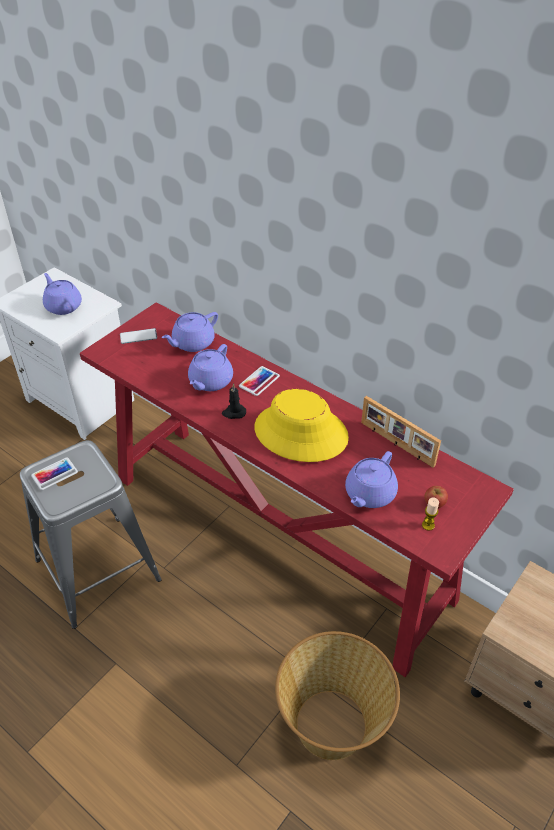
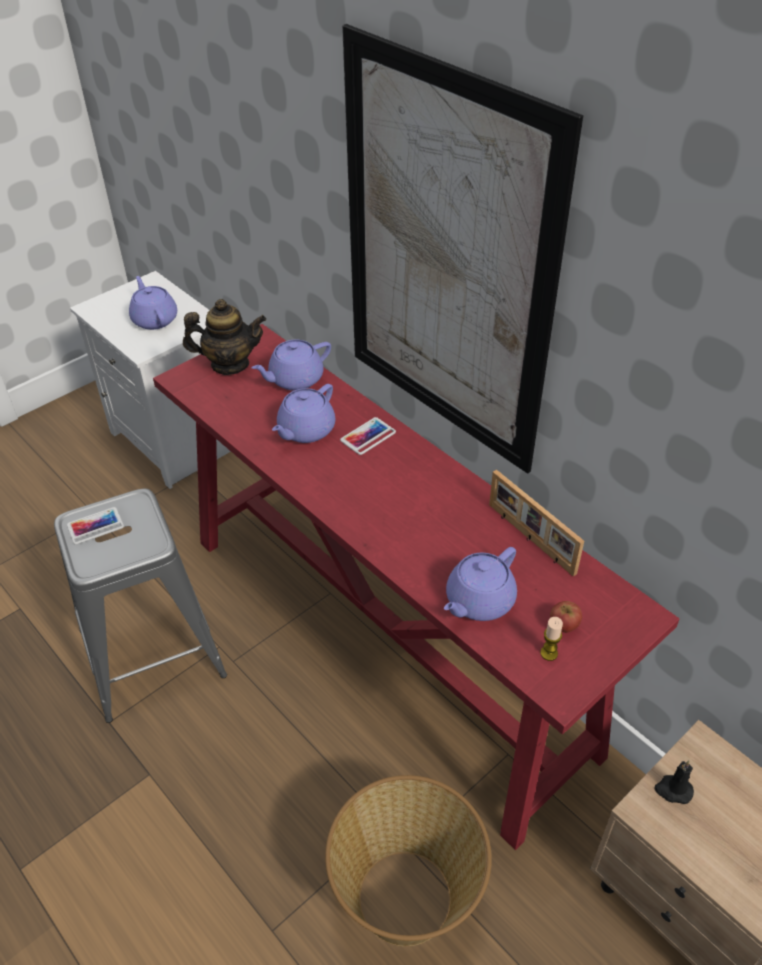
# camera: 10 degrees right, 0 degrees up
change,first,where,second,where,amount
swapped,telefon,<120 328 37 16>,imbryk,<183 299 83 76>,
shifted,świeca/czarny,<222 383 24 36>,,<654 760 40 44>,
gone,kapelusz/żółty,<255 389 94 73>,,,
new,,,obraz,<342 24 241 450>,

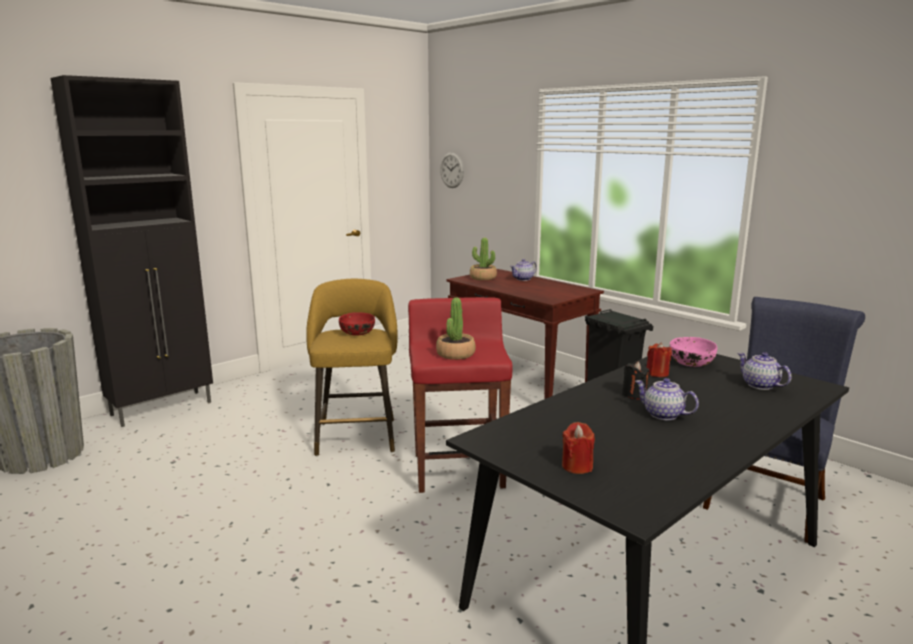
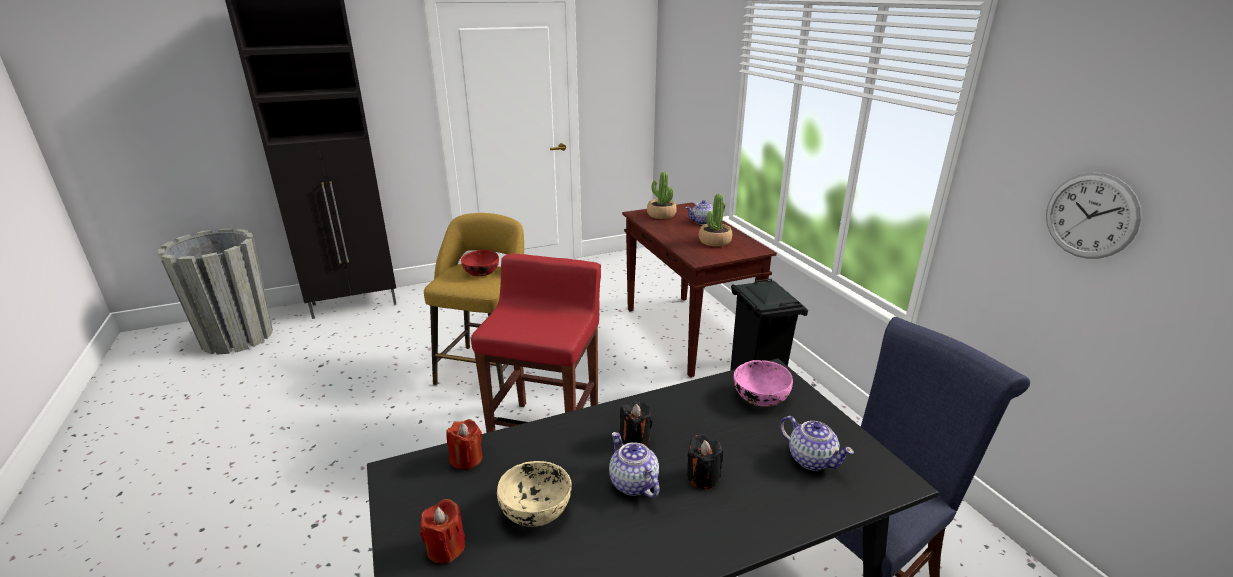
# camera: 20 degrees right, 10 degrees up
change,first,where,second,where,amount
shifted,roślina doniczkowa,<436 297 40 63>,,<699 194 33 53>,
shifted,zegar ścienny,<440 152 24 36>,,<1046 173 96 86>,
shifted,świeca/czerwony,<647 343 25 34>,,<446 419 36 51>,
rotated,imbryk,<738 352 54 38>,,<780 416 74 55>,150 degrees clockwise
new,,,miska/beżowy,<497 461 74 66>,
new,,,świeca/czarny,<687 433 36 56>,

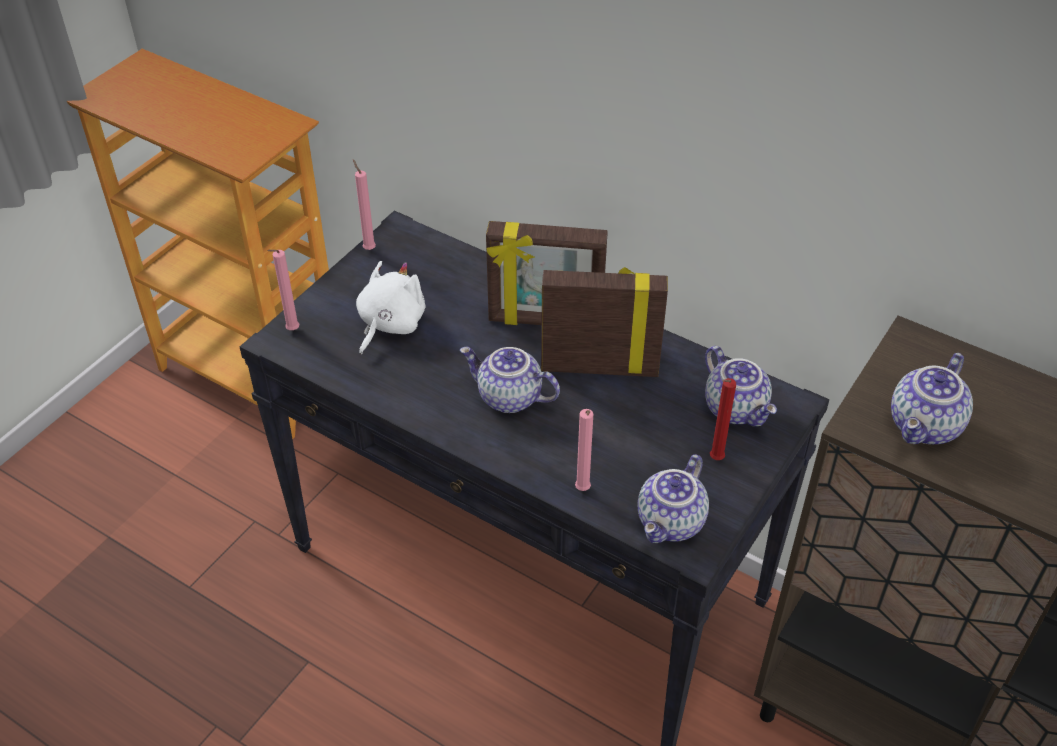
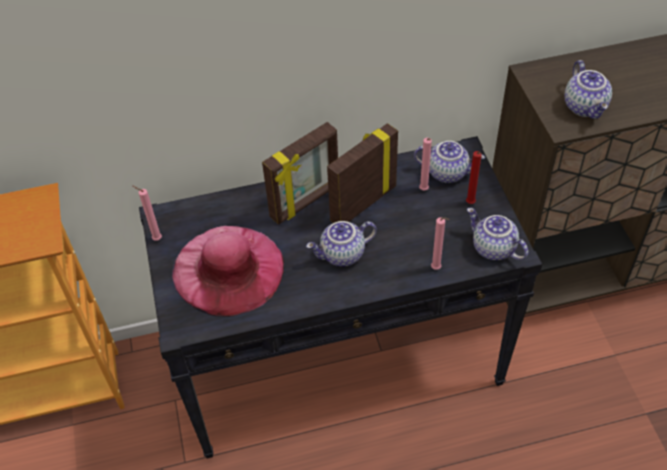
# camera: 45 degrees left, 5 degrees up
change,first,where,second,where,amount
shifted,świeca/różowy,<267 250 32 80>,,<419 138 13 52>,
swapped,pluszak/biały,<356 261 70 94>,kapelusz/różowy,<172 226 112 91>,
rotated,imbryk,<638 454 71 89>,,<467 208 61 53>,150 degrees clockwise

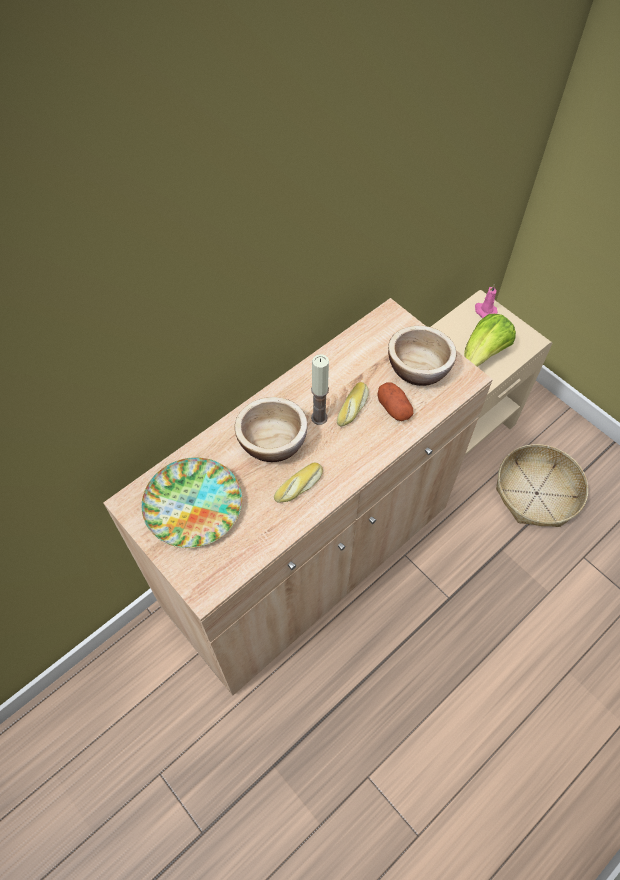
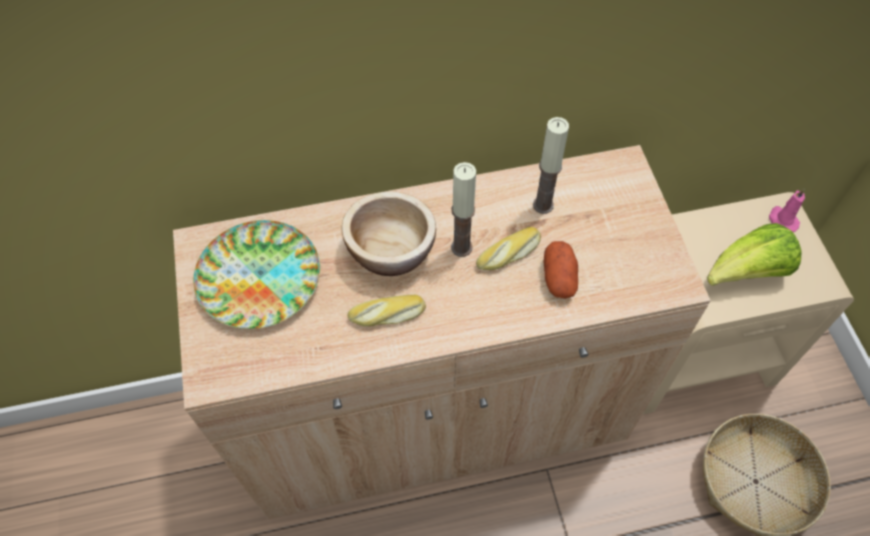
# camera: 30 degrees right, 0 degrees up
change,first,where,second,where,amount
gone,miska,<388 326 69 60>,,,
new,,,świeca,<533 117 36 97>,

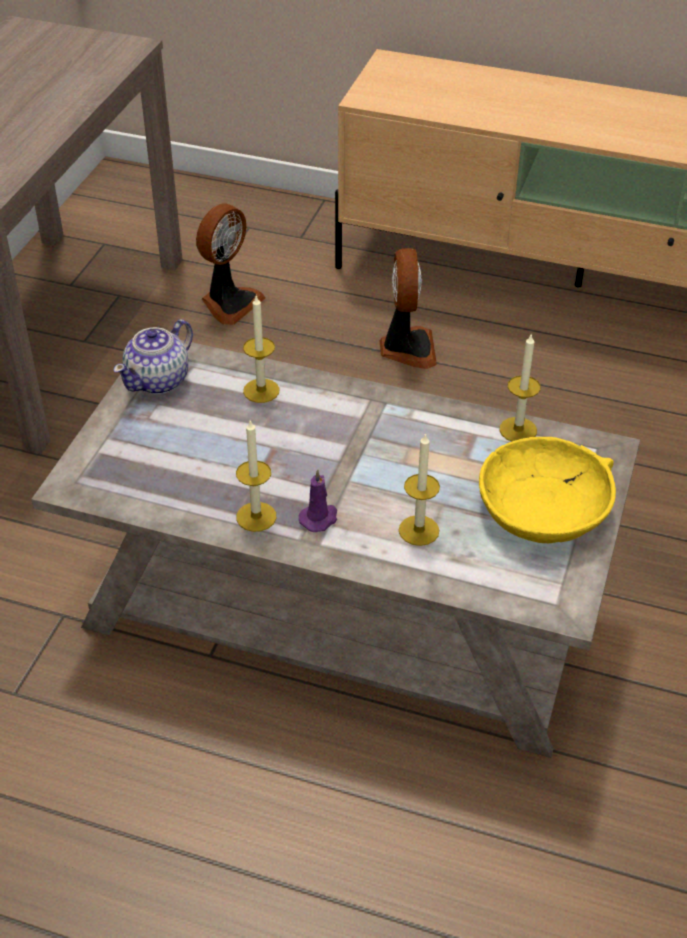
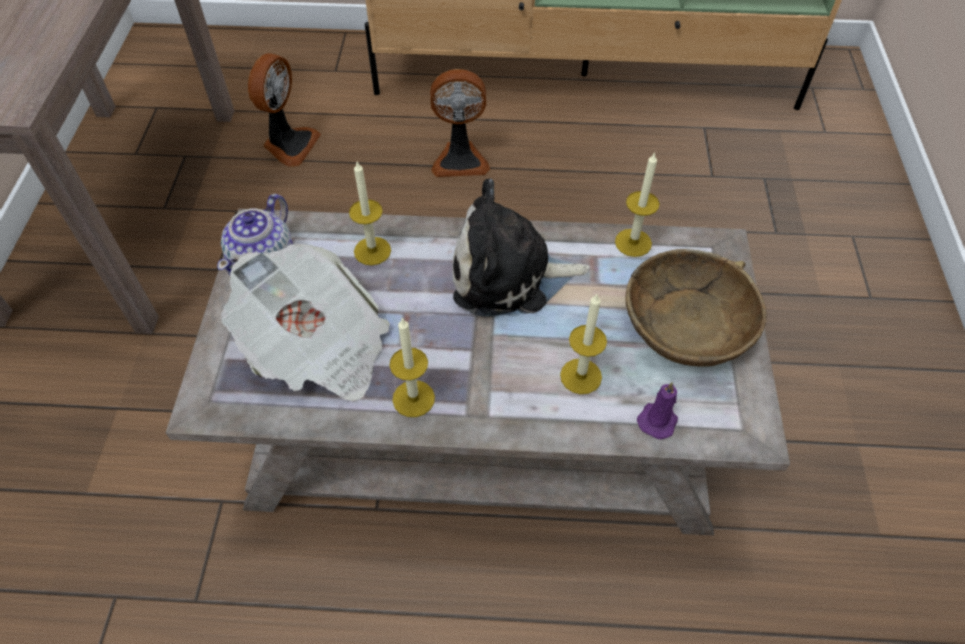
# camera: 15 degrees left, 10 degrees up
change,first,where,second,where,amount
shifted,świeca/fioletowy,<299 469 38 63>,,<637 382 41 57>,
rotated,wentylator,<380 248 57 121>,,<430 69 60 108>,105 degrees clockwise
repainted,miska/żółty,<479 437 137 106>,miska/brązowy,<625 249 142 118>,
new,,,gazeta,<221 244 169 157>,
new,,,pluszak,<452 179 138 138>,

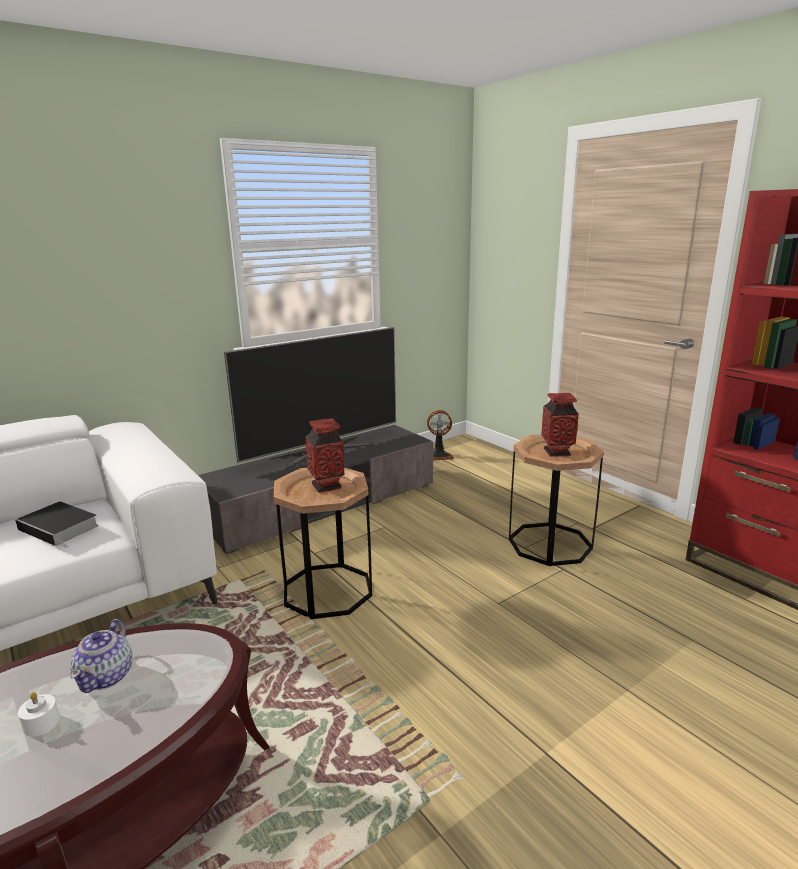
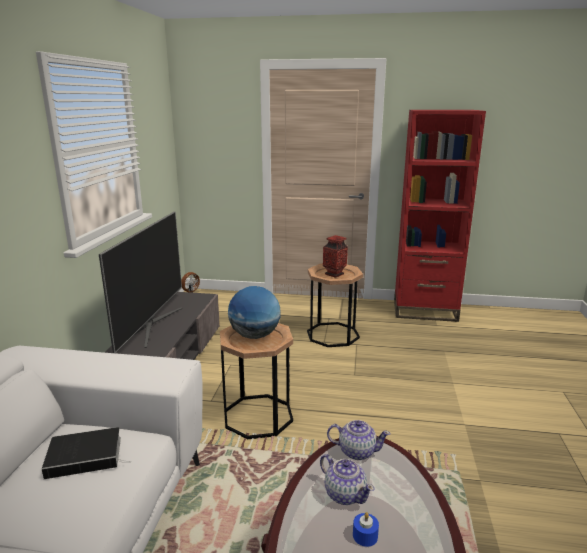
# camera: 45 degrees left, 0 degrees up
change,first,where,second,where,amount
repainted,świeca/biały,<18 692 42 45>,świeca/niebieski,<353 512 26 35>,
swapped,wazon,<305 418 39 75>,globus,<228 286 52 53>,
new,,,imbryk,<327 420 64 40>,

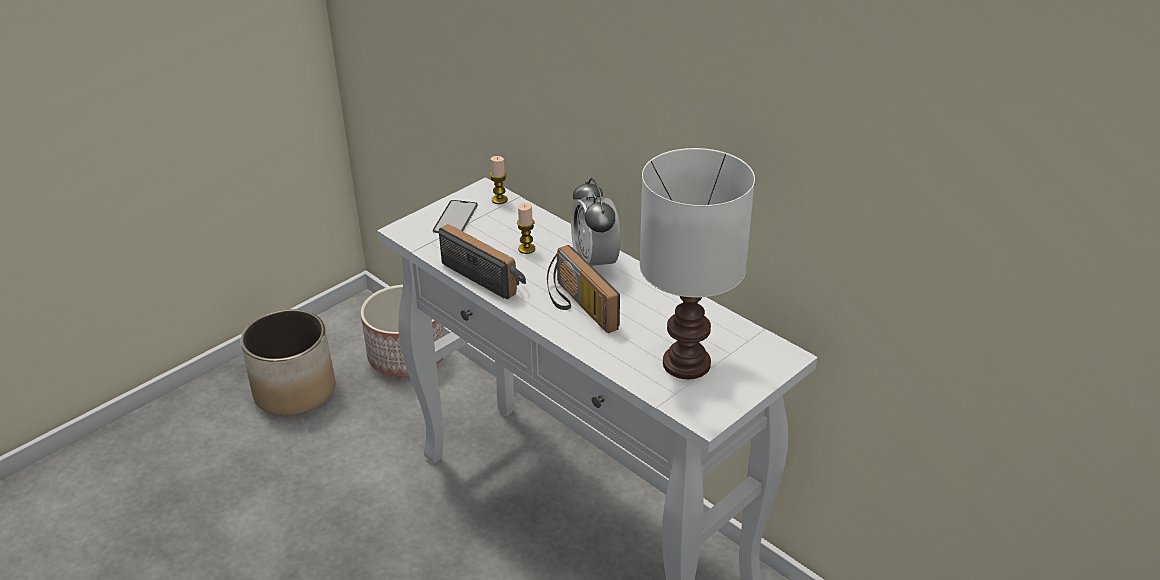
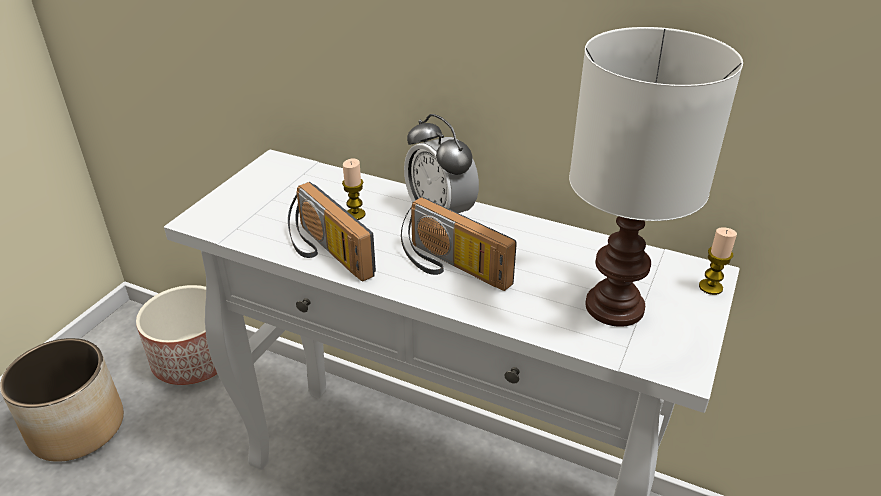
# camera: 20 degrees left, 0 degrees up
change,first,where,second,where,amount
gone,telefon,<433 200 45 33>,,,
rotated,radio,<439 224 87 75>,,<288 182 88 99>,150 degrees counterclockwise
shifted,świeca,<490 156 18 48>,,<699 227 38 68>,

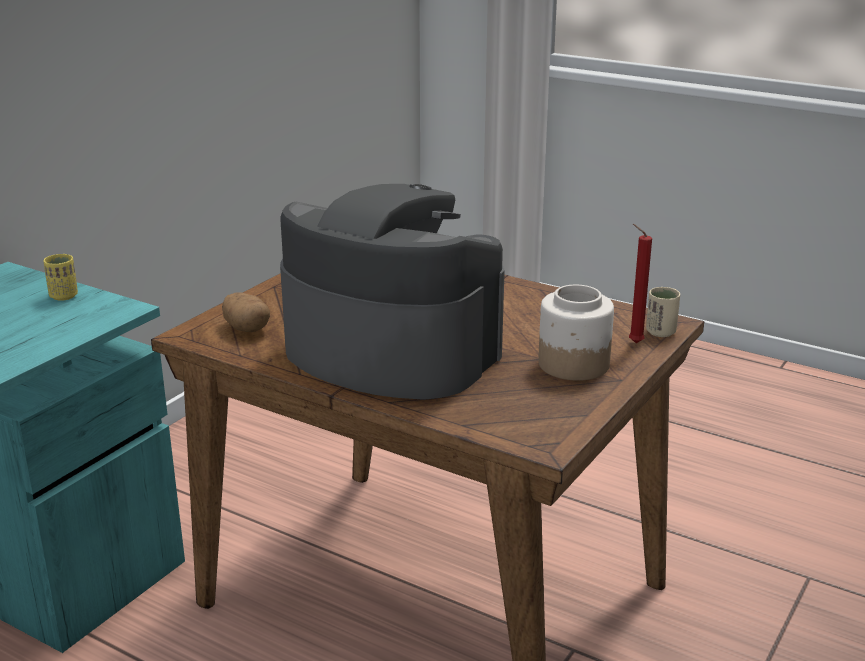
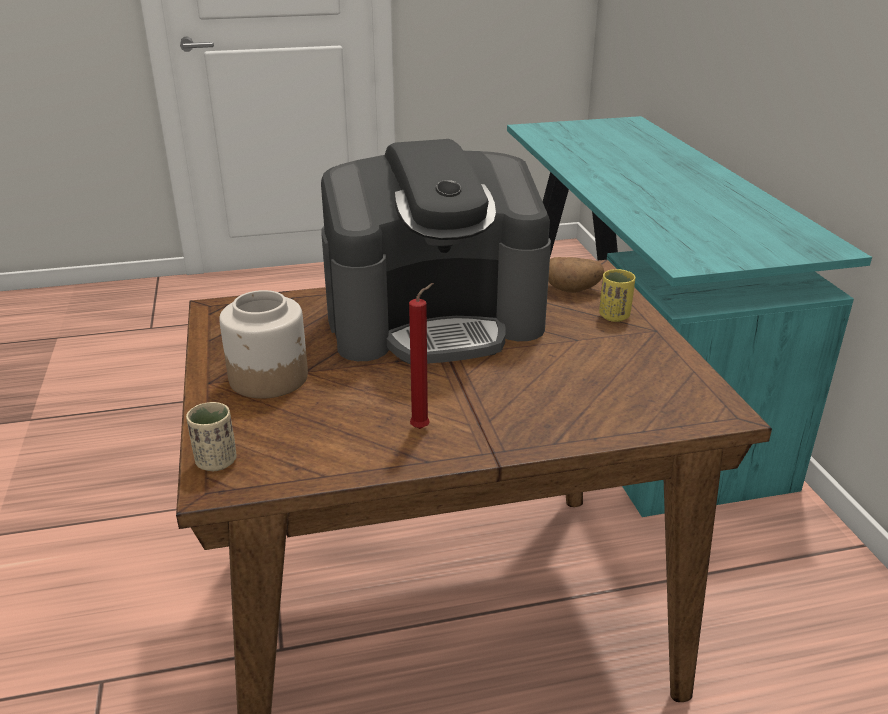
# camera: 135 degrees right, 5 degrees up
change,first,where,second,where,amount
shifted,filiżanka/żółty,<44 254 34 47>,,<599 269 36 53>,
shifted,świeca/czerwony,<629 224 23 119>,,<409 283 25 146>,

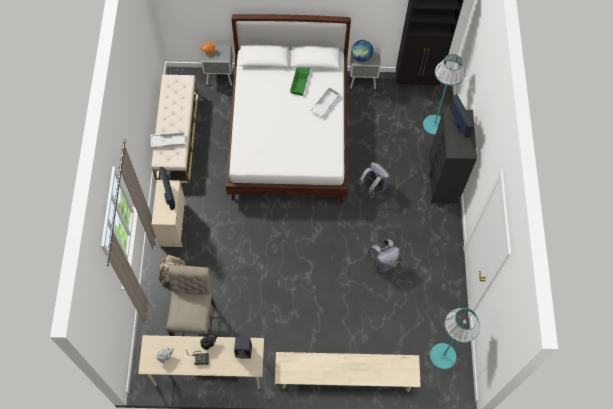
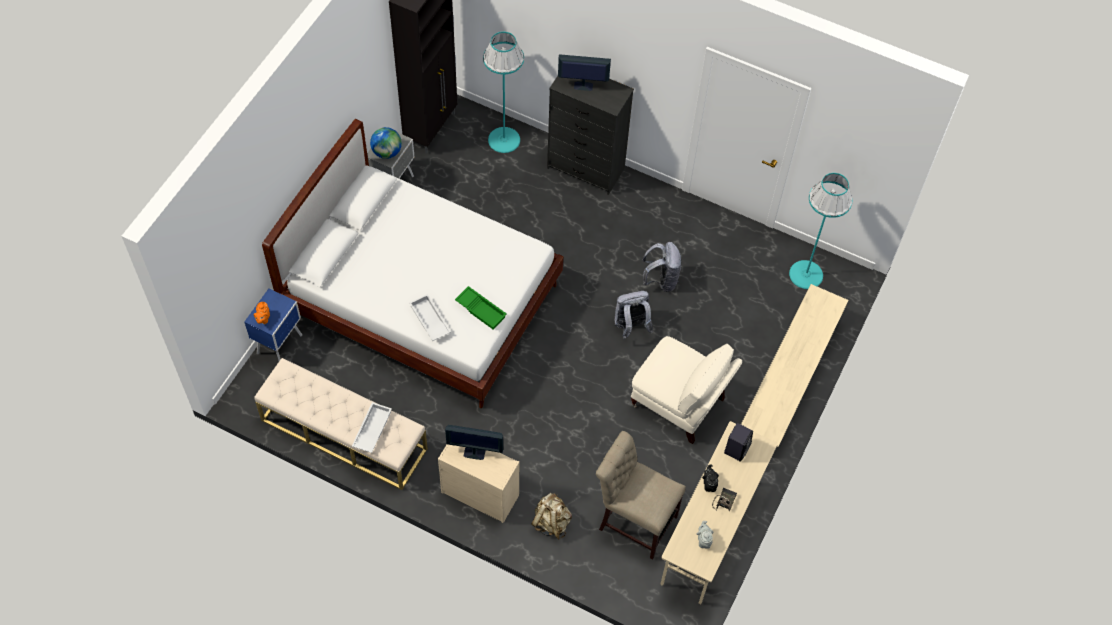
# camera: 65 degrees left, 5 degrees down
change,first,where,second,where,amount
repainted,szafka nocna/szary,<201 44 32 42>,szafka nocna/niebieski,<244 289 58 72>,
shifted,taca/zielony,<290 67 21 29>,,<455 286 52 43>,
shifted,taca/biały,<310 87 30 30>,,<409 294 42 47>,
shifted,plecak/szary,<357 162 33 37>,,<615 291 38 48>,
new,,,fotel/beżowy,<631 336 111 108>,

